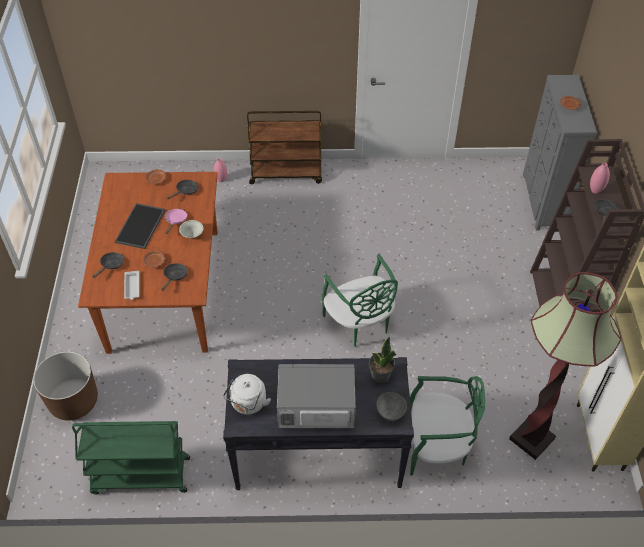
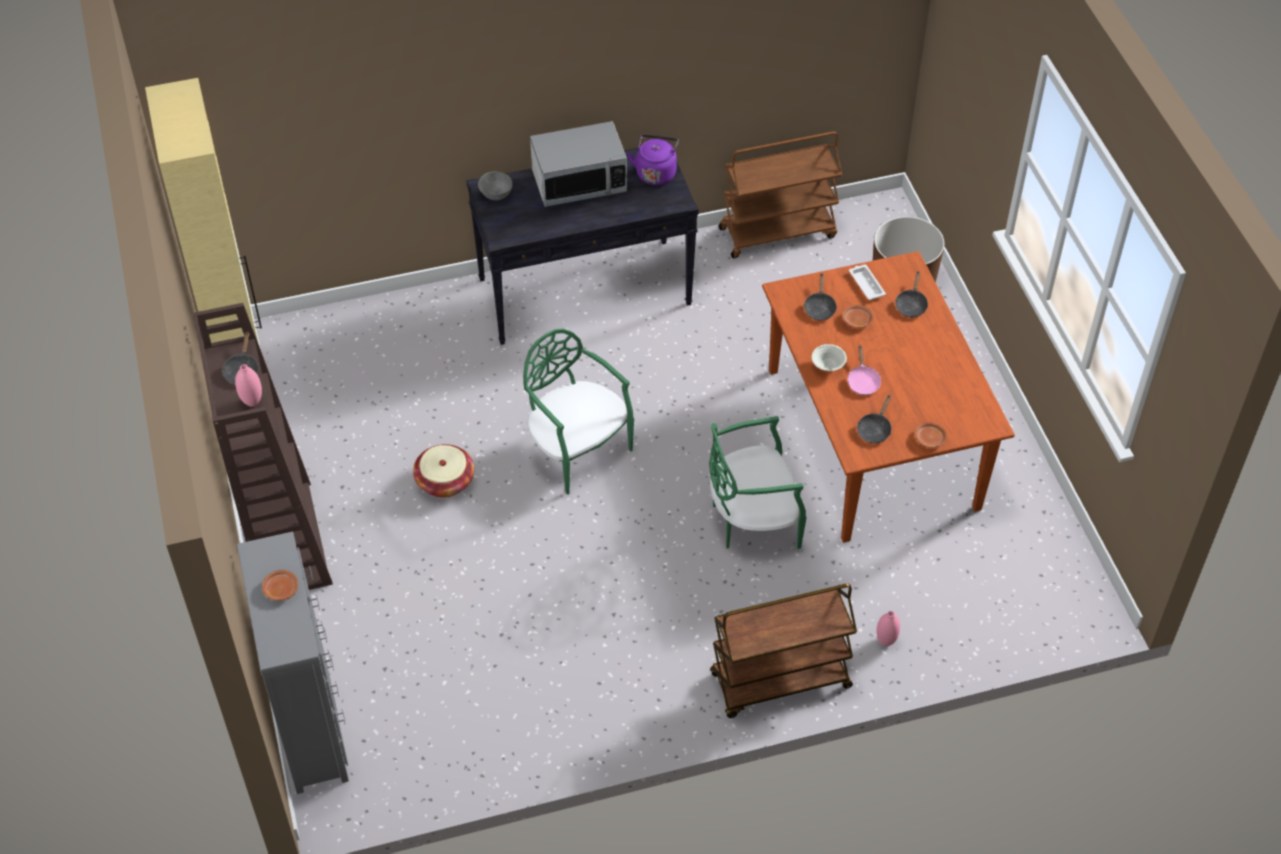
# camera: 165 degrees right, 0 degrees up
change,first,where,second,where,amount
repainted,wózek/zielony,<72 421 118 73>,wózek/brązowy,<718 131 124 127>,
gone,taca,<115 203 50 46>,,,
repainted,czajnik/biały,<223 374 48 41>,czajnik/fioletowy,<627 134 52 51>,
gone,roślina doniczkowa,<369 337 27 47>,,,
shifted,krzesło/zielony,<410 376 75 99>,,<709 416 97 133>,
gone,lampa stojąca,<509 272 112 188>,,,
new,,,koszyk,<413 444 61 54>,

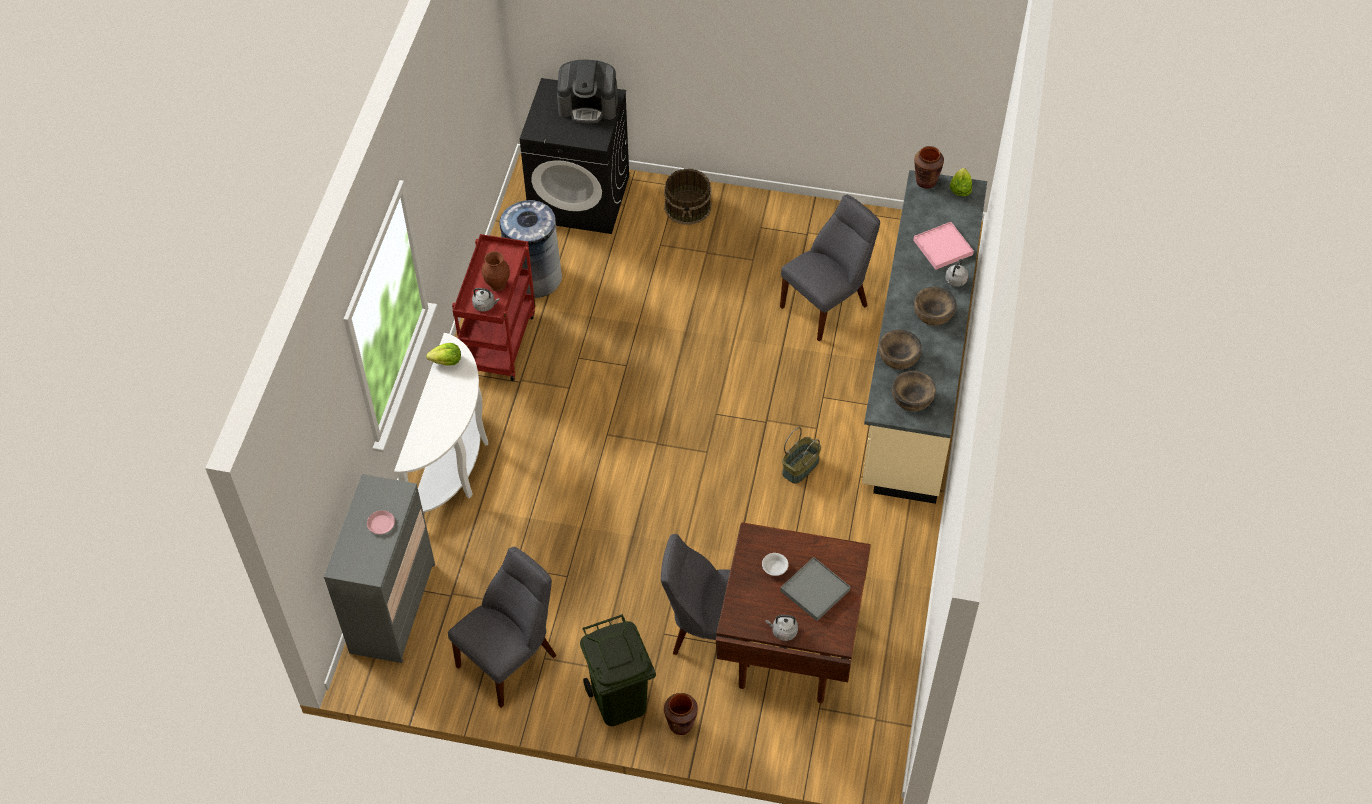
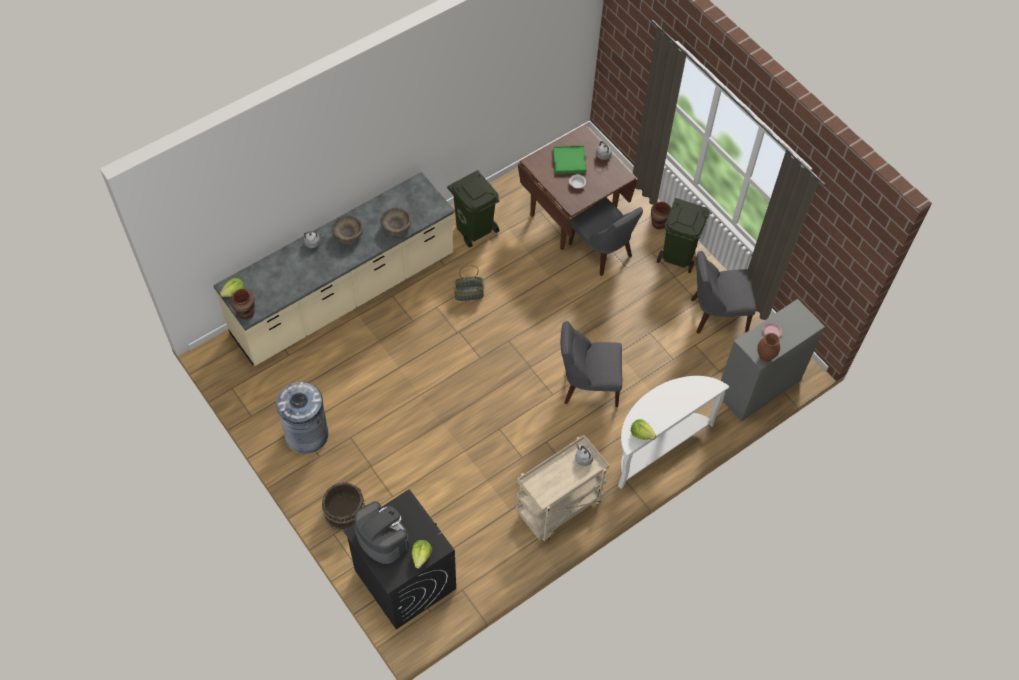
# camera: 140 degrees left, 5 degrees up
change,first,where,second,where,amount
repainted,wózek/czerwony,<452 234 83 147>,wózek/beżowy,<515 435 95 106>,
shifted,wazon/brązowy,<482 251 28 40>,,<757 333 23 29>,
shifted,kosz na śmieci/szary,<500 200 62 98>,,<276 382 52 72>,
shifted,krzesło/szary,<780 195 100 146>,,<561 321 61 86>,
repainted,taca/szary,<780 557 70 64>,taca/zielony,<553 146 33 28>,
gone,miska/brązowy,<892 371 44 40>,,,
gone,taca/różowy,<913 222 61 48>,,,
new,,,sałata,<411 540 21 29>,
new,,,kosz na śmieci/zielony,<447 170 52 78>,

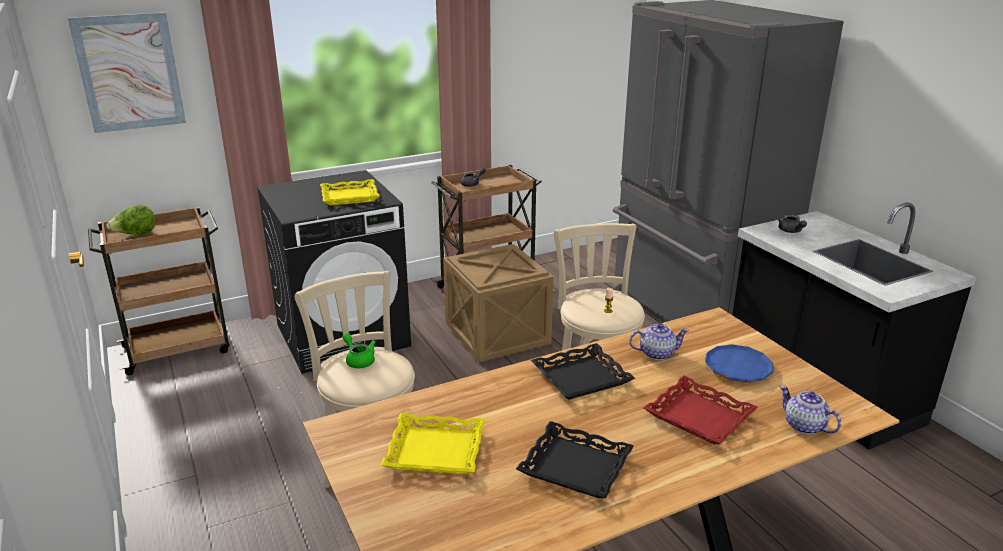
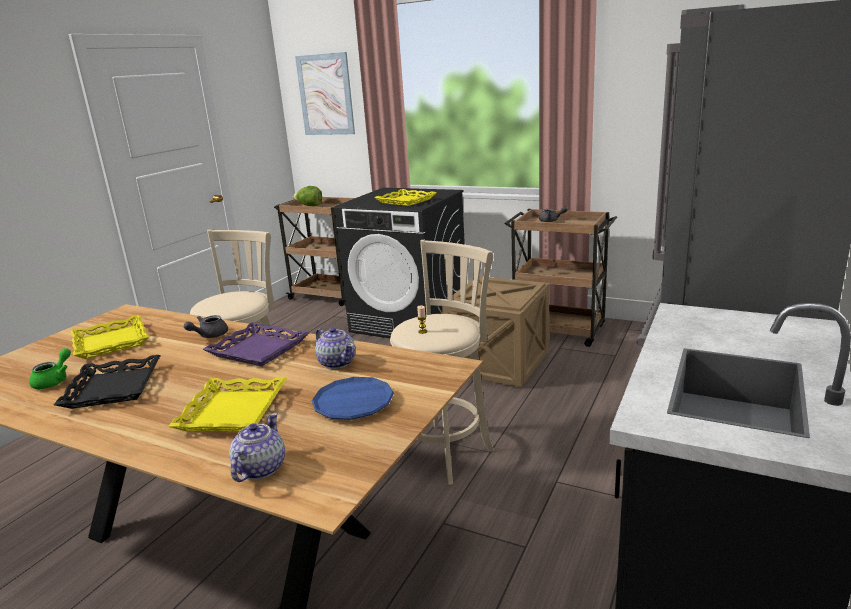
# camera: 55 degrees right, 5 degrees down
change,first,where,second,where,amount
shifted,imbryk/zielony,<343 333 33 35>,,<29 348 42 41>,
repainted,taca/czarny,<531 343 104 57>,taca/fioletowy,<203 322 106 44>,
repainted,taca/czerwony,<643 375 115 69>,taca/żółty,<168 377 119 54>,
shifted,imbryk/szary,<778 215 29 18>,,<184 315 44 23>,

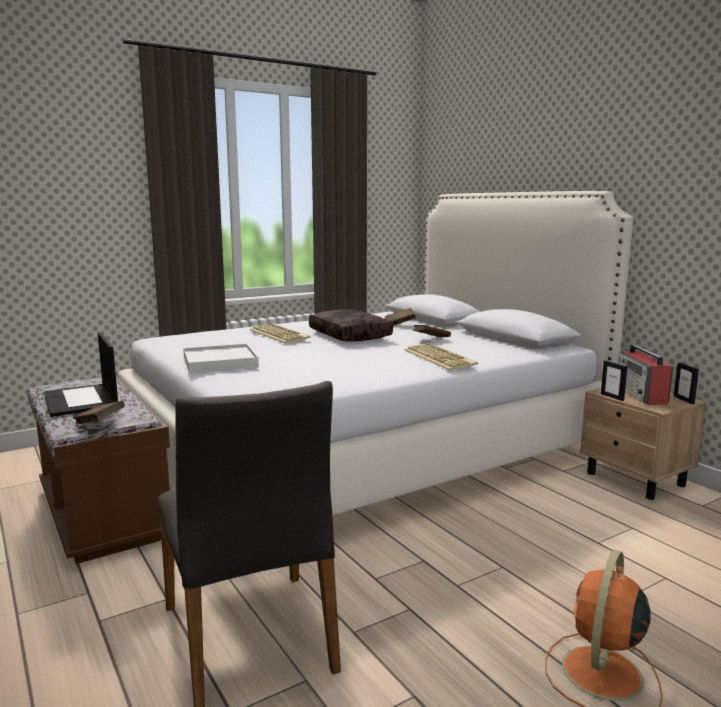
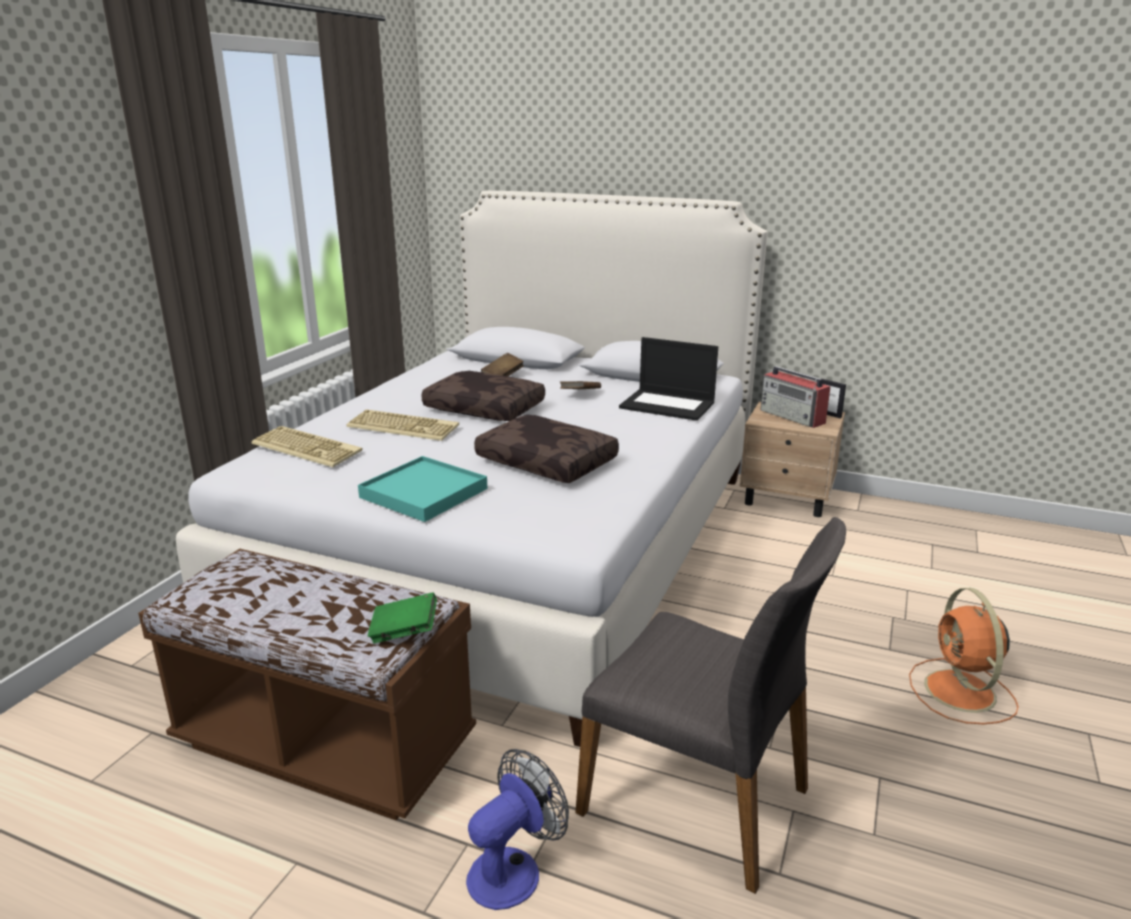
# camera: 35 degrees left, 10 degrees up
change,first,where,second,where,amount
shifted,laptop,<44 332 74 85>,,<619 337 99 84>,
repainted,książka/brązowy,<73 401 52 24>,książka/zielony,<368 593 69 50>,
repainted,taca/biały,<183 344 76 29>,taca/turkusowy,<358 456 130 66>,
shifted,klawiatura,<404 343 74 27>,,<251 426 112 41>,
gone,ramka na zdjęcie,<601 361 26 40>,,,
new,,,wentylator,<466 749 103 161>,
new,,,poduszka/brązowy,<474 415 145 68>,

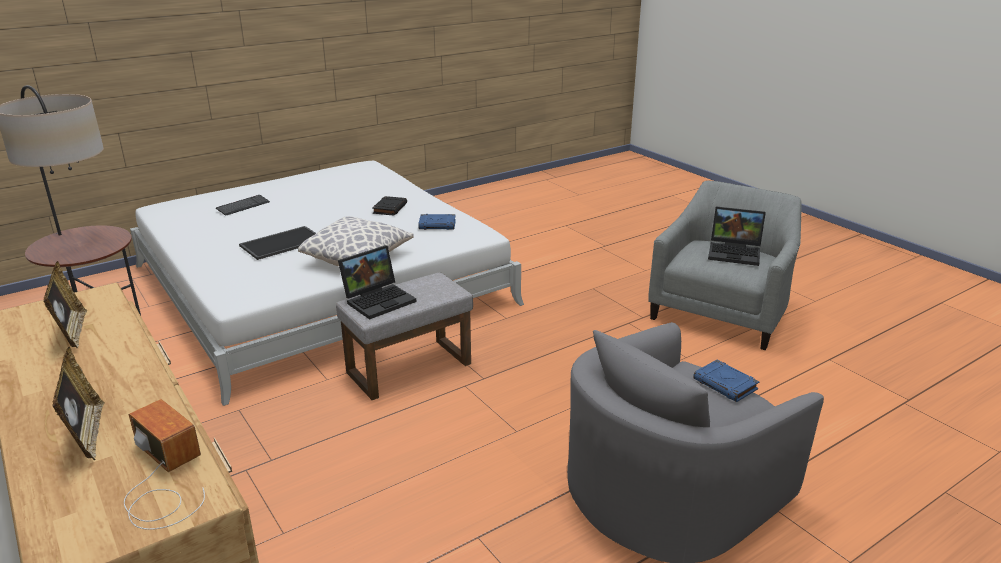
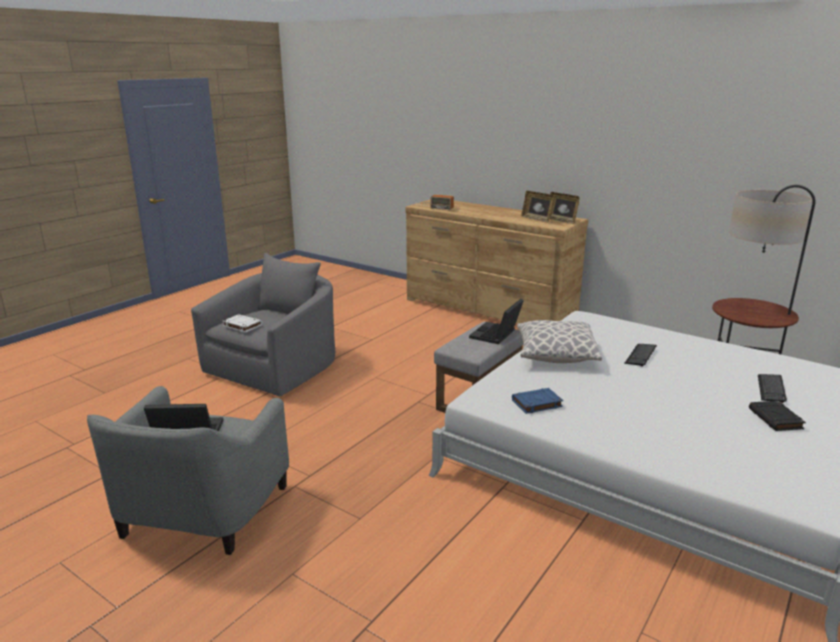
# camera: 160 degrees right, 5 degrees down
change,first,where,second,where,amount
shifted,ramka na zdjęcie,<52 347 53 113>,,<550 192 29 32>,
swapped,taca,<239 226 77 34>,klawiatura,<624 344 33 23>,
shifted,książka/czarny,<372 196 35 20>,,<749 401 57 30>,
repainted,książka/niebieski,<693 360 67 42>,książka/biały,<223 314 39 18>,

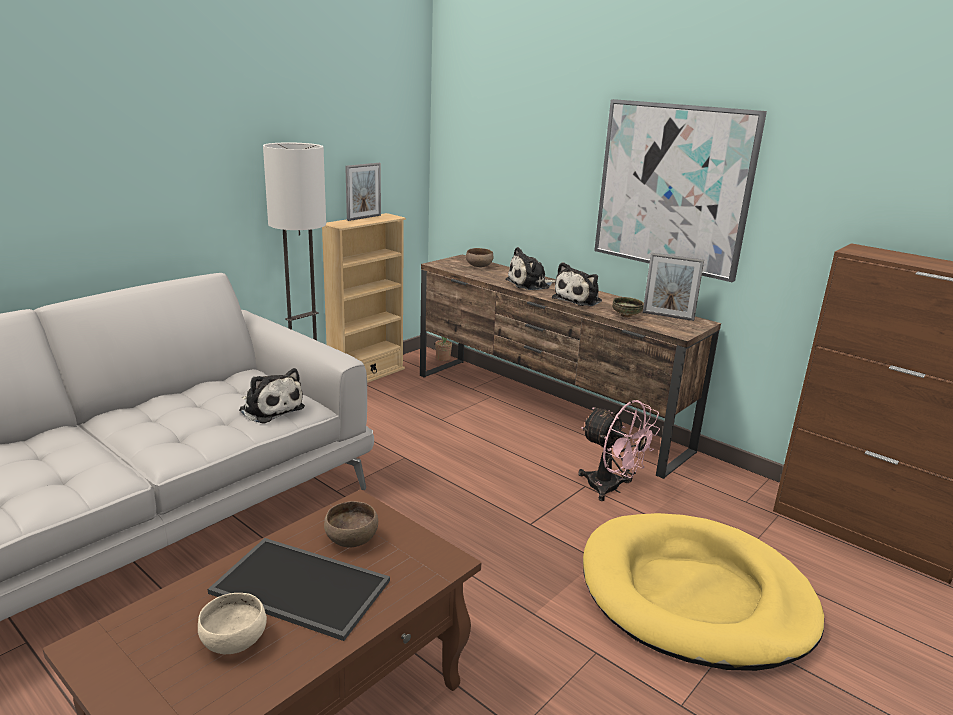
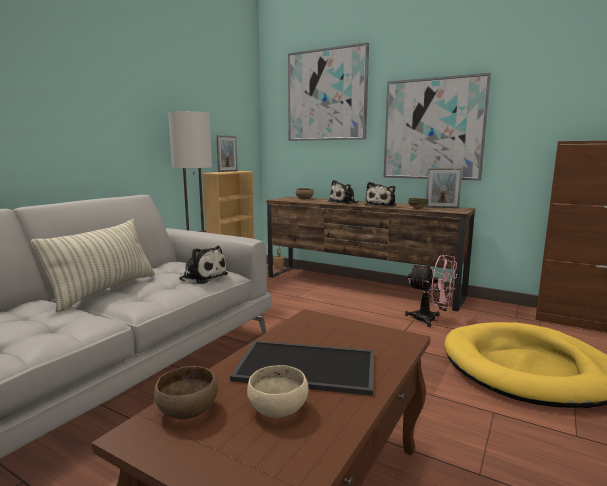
# camera: 10 degrees left, 10 degrees down
change,first,where,second,where,amount
shifted,miska/brązowy,<324 501 54 47>,,<154 366 64 53>,
new,,,poduszka,<31 219 124 93>,
new,,,obraz,<288 42 81 99>,

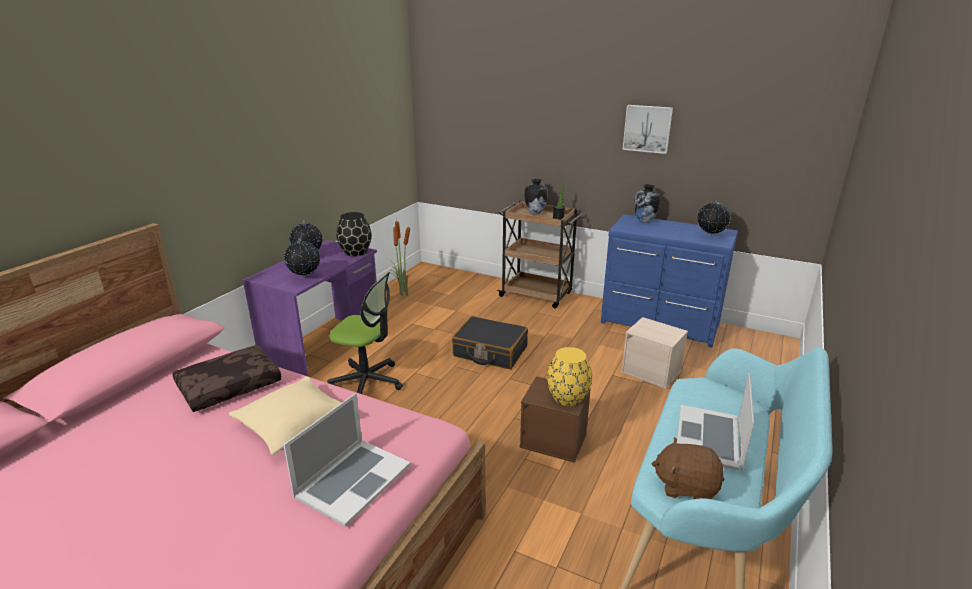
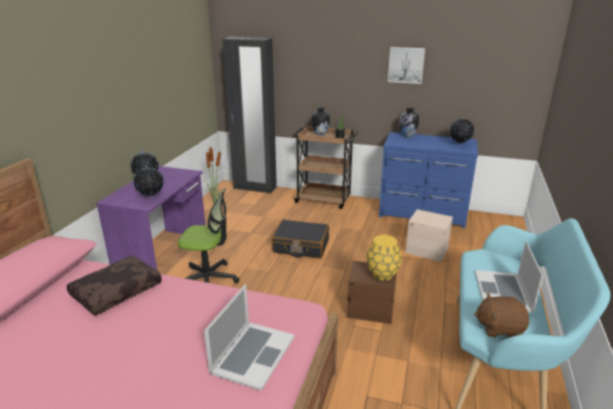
# camera: 10 degrees left, 0 degrees up
change,first,where,second,where,amount
gone,poduszka/beżowy,<229 376 112 79>,,,
gone,wazon/czarny,<336 212 36 44>,,,
new,,,szafa/czarny,<222 37 55 156>,

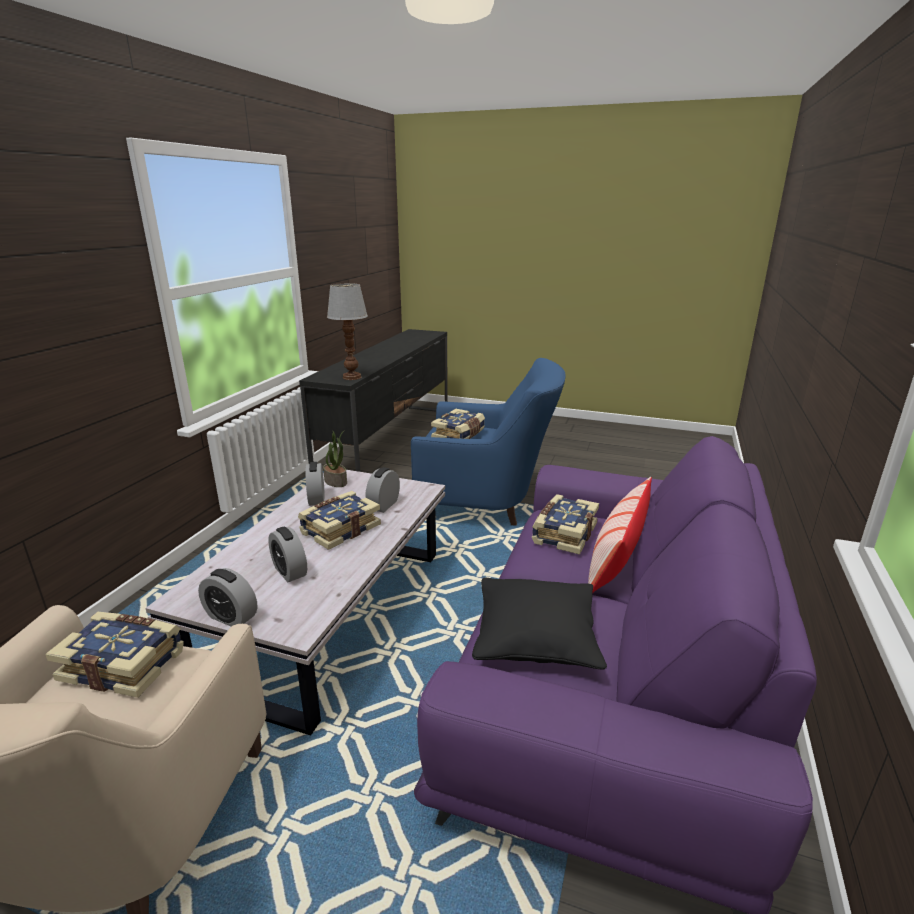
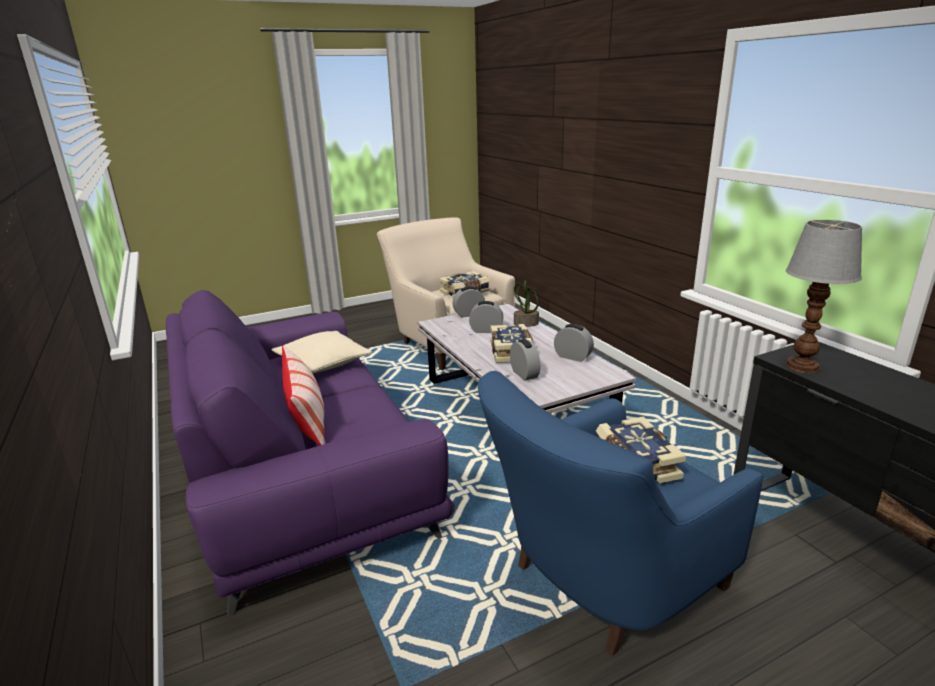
# camera: 135 degrees right, 0 degrees up
change,first,where,second,where,amount
shifted,roślina doniczkowa,<323 431 24 56>,,<514 280 25 47>,
repainted,poduszka/czarny,<472 578 135 91>,poduszka/beżowy,<271 331 101 43>,
gone,książka,<532 494 67 61>,,,

